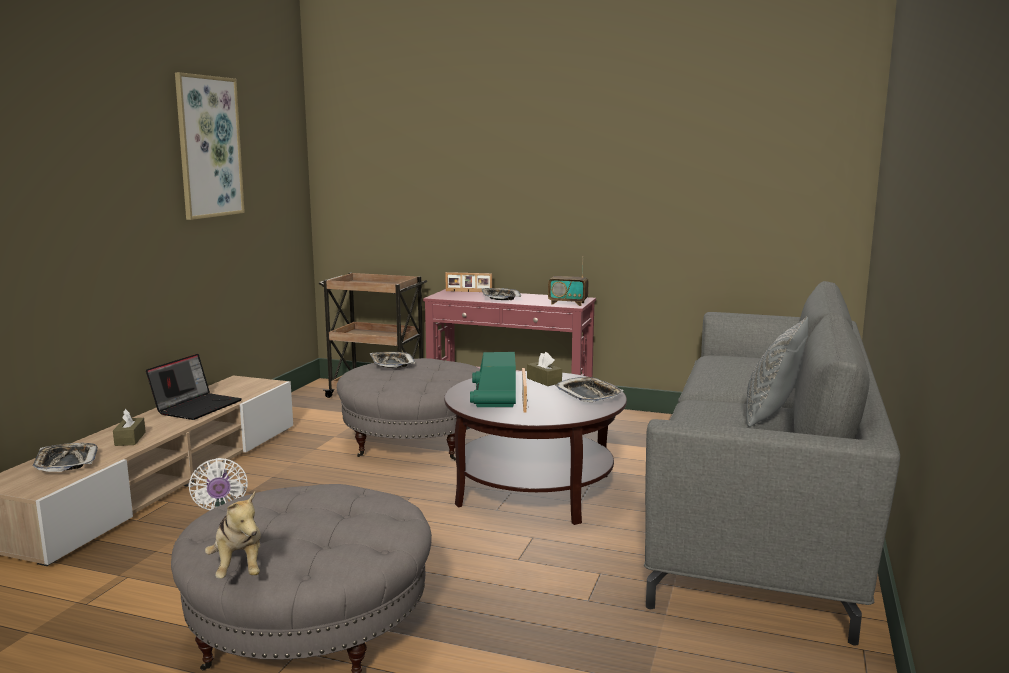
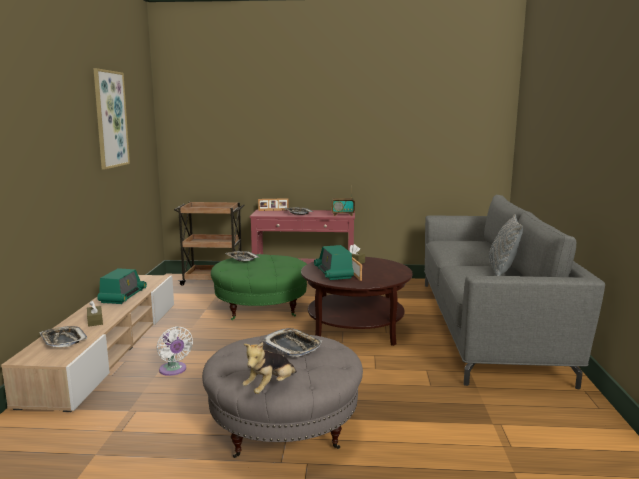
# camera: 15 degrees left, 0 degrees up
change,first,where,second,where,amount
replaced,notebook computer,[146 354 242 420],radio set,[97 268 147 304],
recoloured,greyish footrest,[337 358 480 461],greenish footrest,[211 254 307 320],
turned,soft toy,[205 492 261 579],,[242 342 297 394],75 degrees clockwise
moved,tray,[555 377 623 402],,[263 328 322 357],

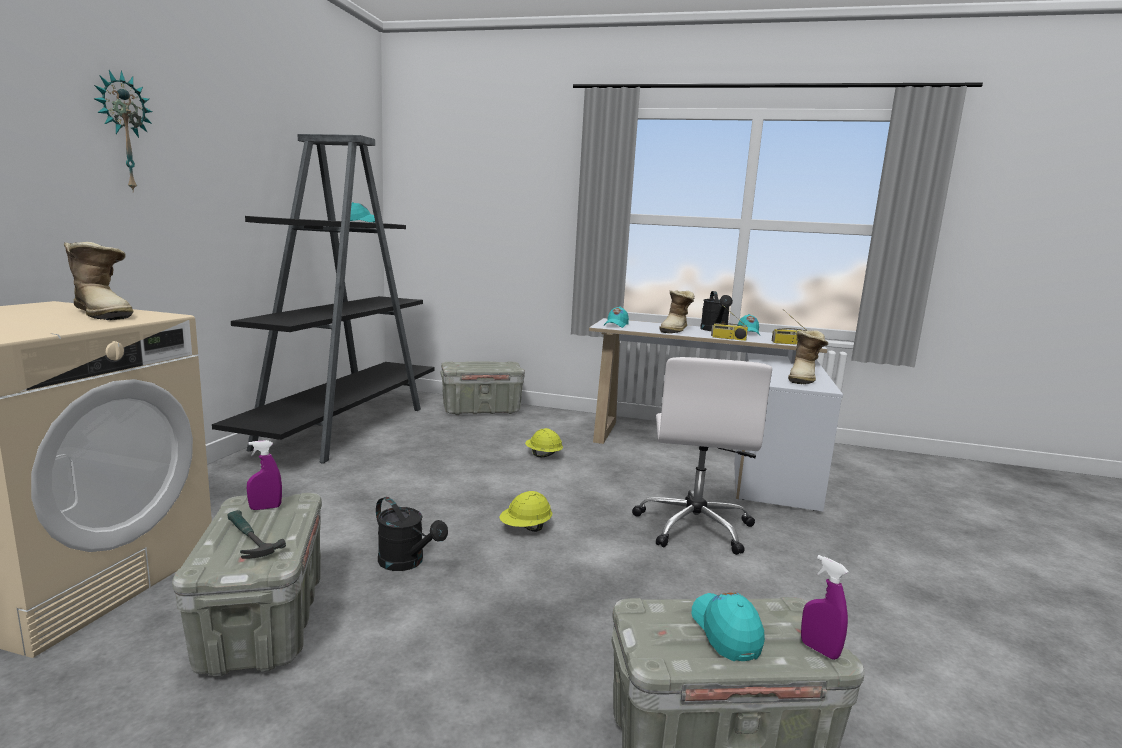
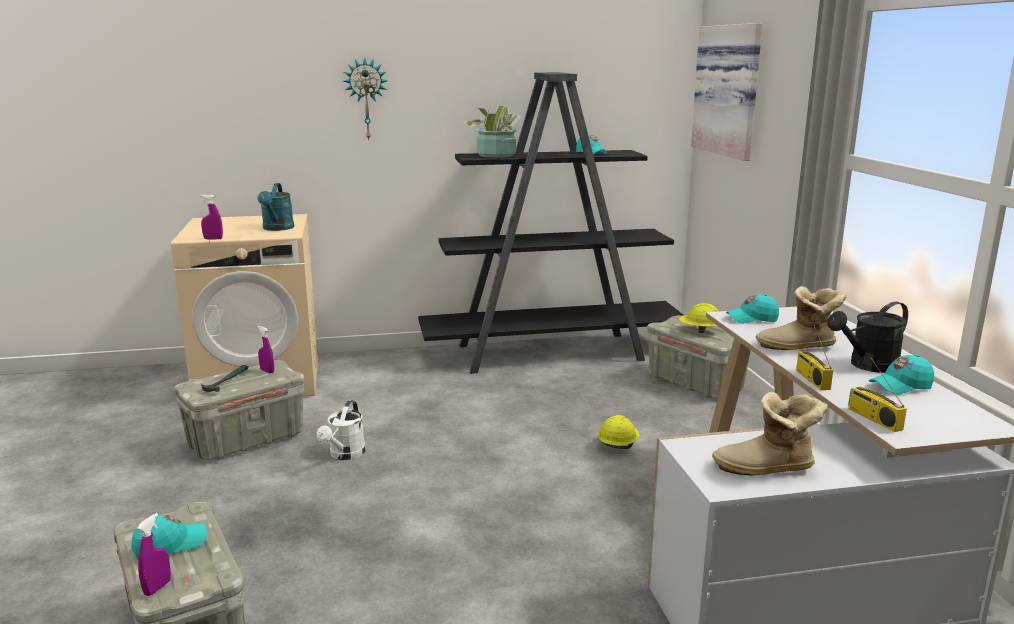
# camera: 65 degrees right, 5 degrees up
change,first,where,second,where,amount
added,,,purplish hand sprayer,[200 194 223 240],
replaced,high-top boot,[64 242 134 320],turquoise-coloured watering can,[258 183 294 231],
recoloured,black watering can,[376 497 448 571],white-coloured watering can,[317 400 365 460],
added,,,plant in a pot,[463 105 521 158],
moved,yellowish safety helmet,[499 491 552 532],,[679 303 719 333],
added,,,wall art,[691 23 763 161],
removed,white-coloured office chair,[632 357 772 555],,,

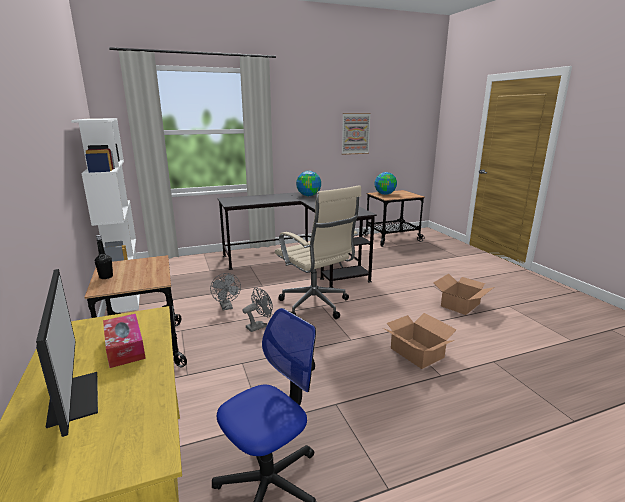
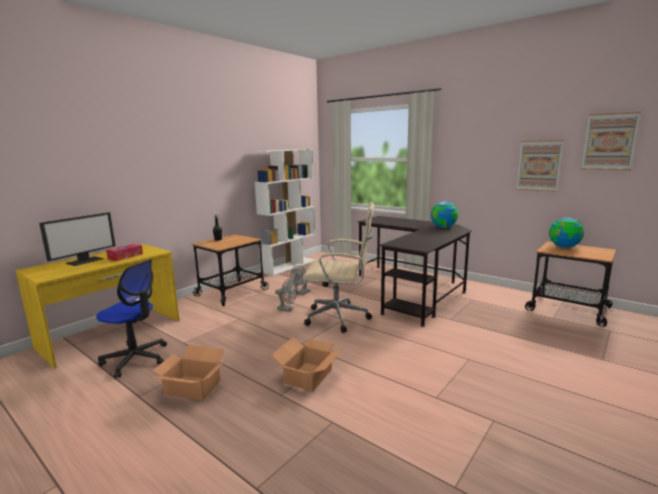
# camera: 60 degrees right, 5 degrees down
change,first,where,second,where,amount
moved,packing box,[433 274 494 315],,[150 345 226 401],
turned,beige-coloured office chair,[275 185 361 319],,[303 202 374 333],105 degrees counterclockwise
added,,,wall art,[581 112 641 170],

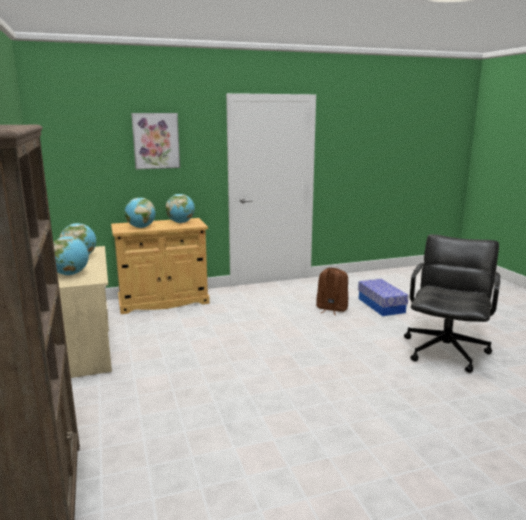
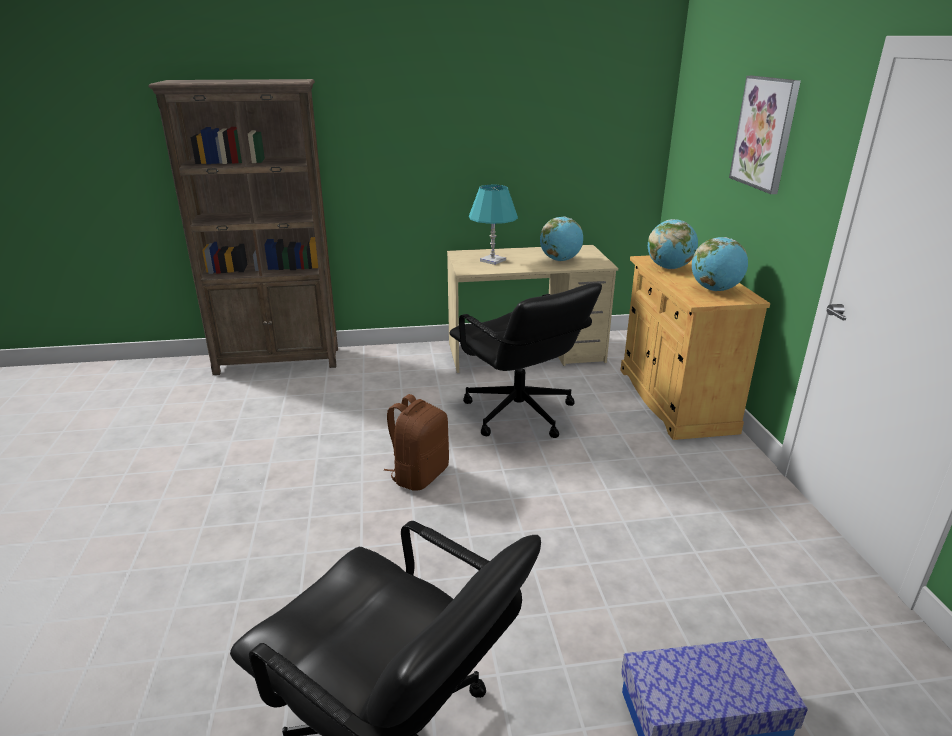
# camera: 100 degrees right, 10 degrees up
change,first,where,second,where,amount
moved,brownish backpack,[316 268 348 315],,[384 394 449 491],
added,,,black office chair,[449 283 602 438],
replaced,world globe,[53 236 89 276],turquoise-coloured tabletop lamp,[469 185 518 265],

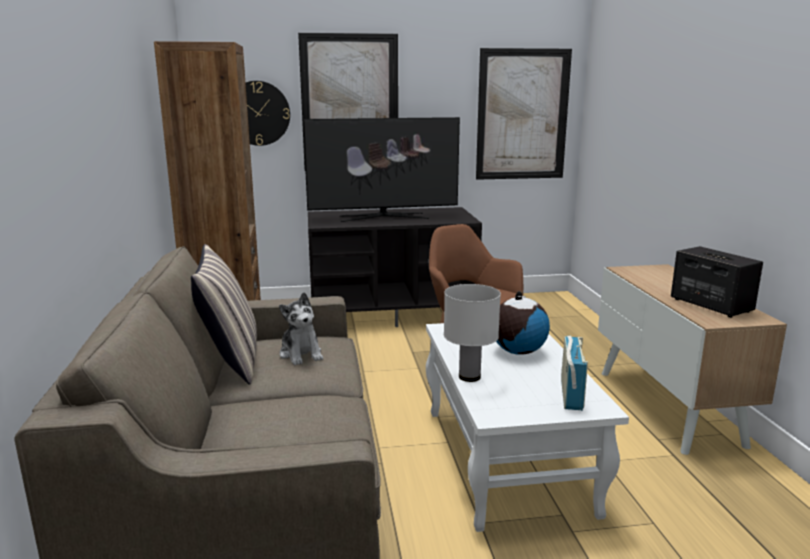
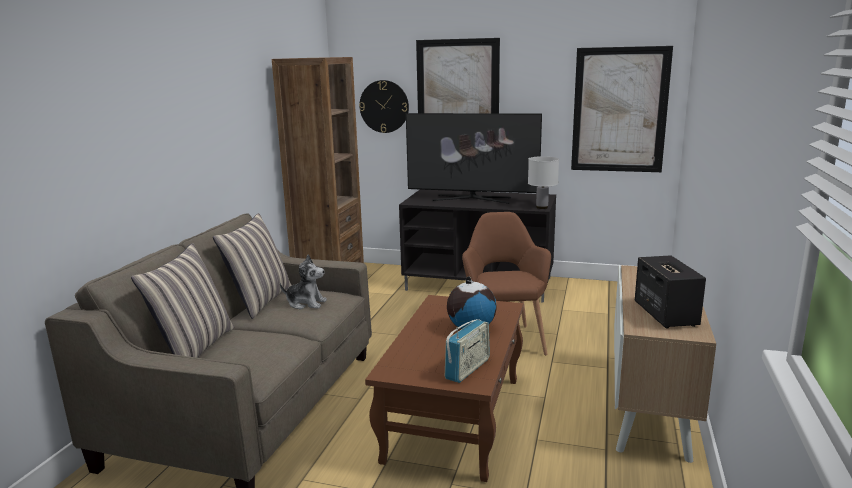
# camera: 25 degrees right, 0 degrees up
change,first,where,second,where,amount
added,,,cushion,[131 243 235 358],
turned,soft toy,[279 292 323 365],,[280 255 327 310],75 degrees counterclockwise
recoloured,white-coloured lounge table,[426 323 629 532],brownish lounge table,[365 295 523 482],
moved,white-coloured tabletop lamp,[444 284 501 382],,[528 156 559 209],

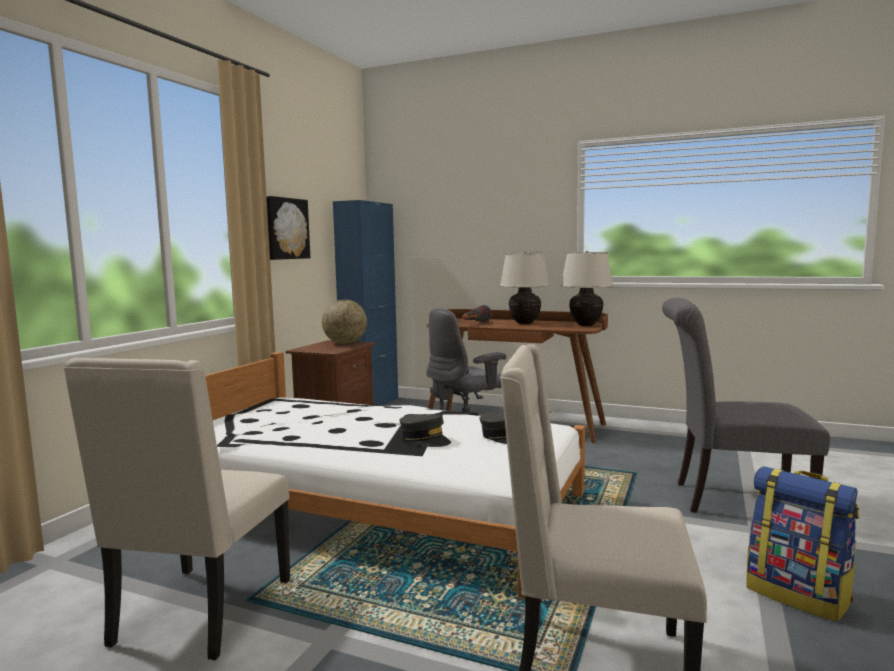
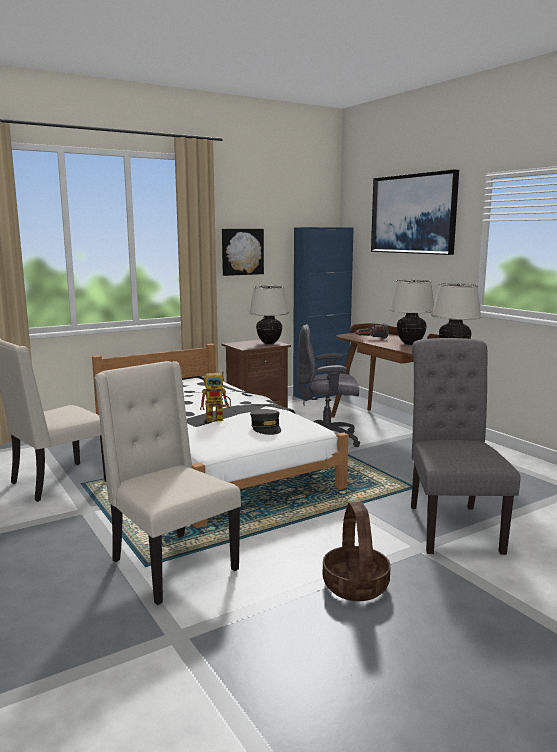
# camera: 35 degrees right, 5 degrees up
change,first,where,second,where,amount
replaced,greyish cap,[400 414 451 447],model robot,[200 371 231 422],
replaced,world globe,[322 299 367 344],beige-coloured tabletop lamp,[249 286 289 344],
replaced,backpack,[746 466 859 622],household basket,[323 502 391 601],
added,,,wall art,[371 169 459 255],
turned,greyish upright chair,[662 298 830 512],,[411 338 520 555],45 degrees clockwise

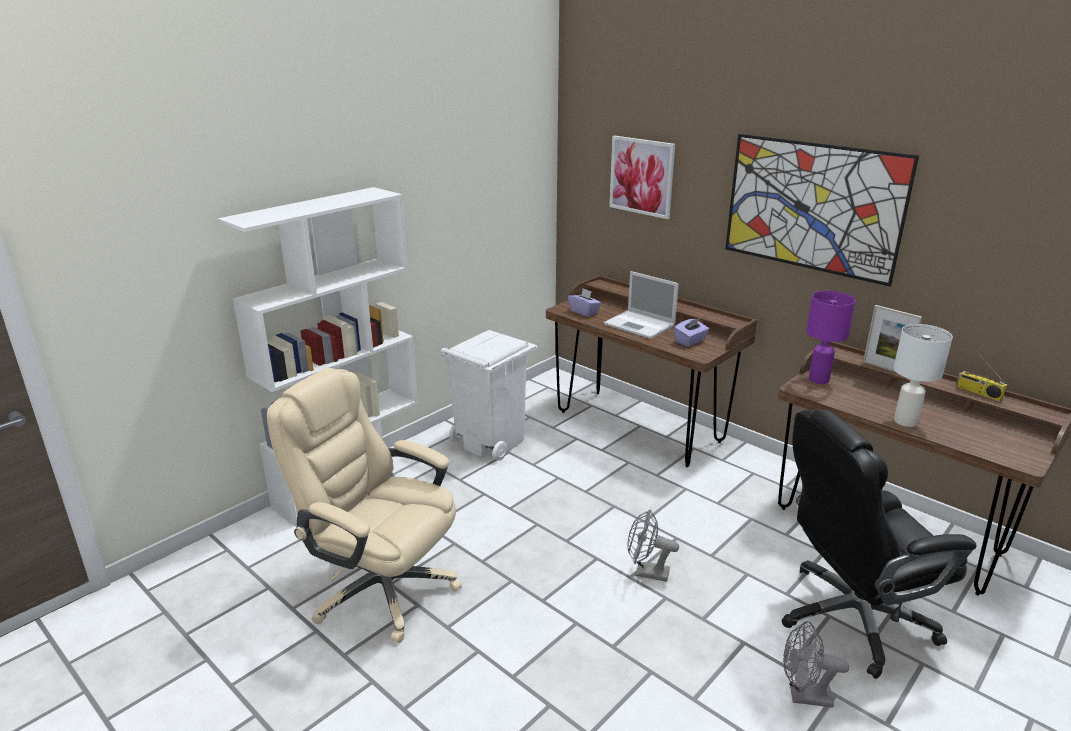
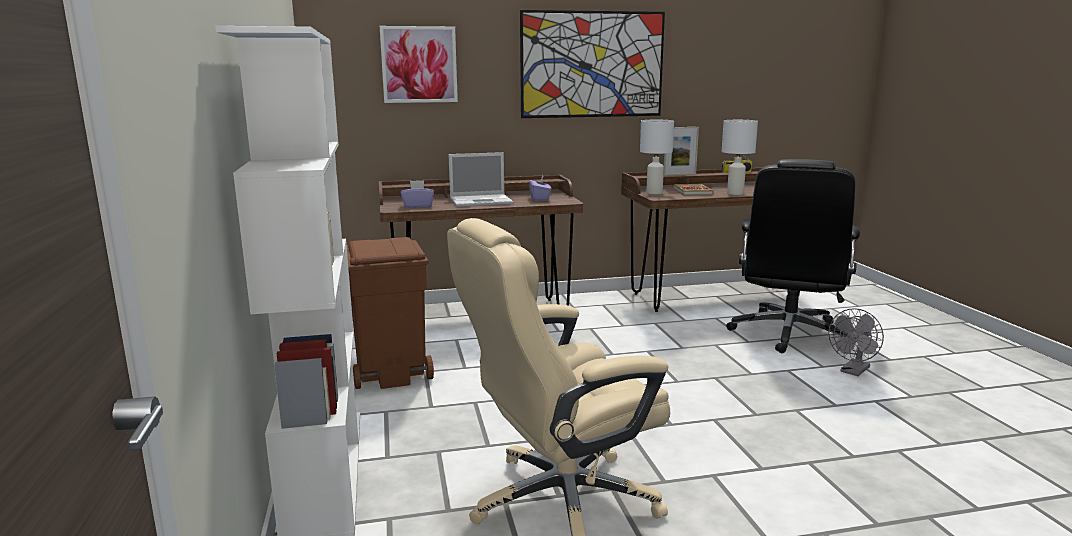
# camera: 55 degrees left, 10 degrees down
change,first,where,second,where,amount
recoloured,white-coloured trash can,[441 330 537 461],brownish trash can,[347 237 434 389],
recoloured,purplish tabletop lamp,[806 291 856 384],white-coloured tabletop lamp,[640 120 674 194],
added,,,book,[674 184 714 196],
removed,greyish cooling fan,[627 509 679 582],,,

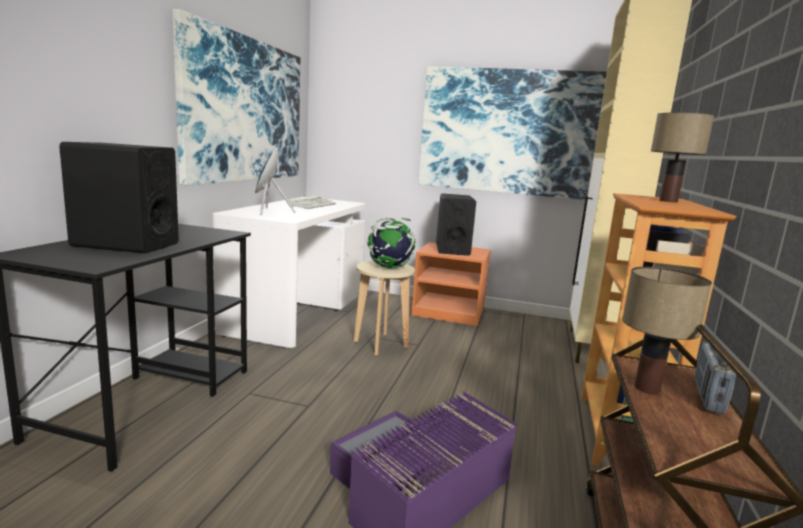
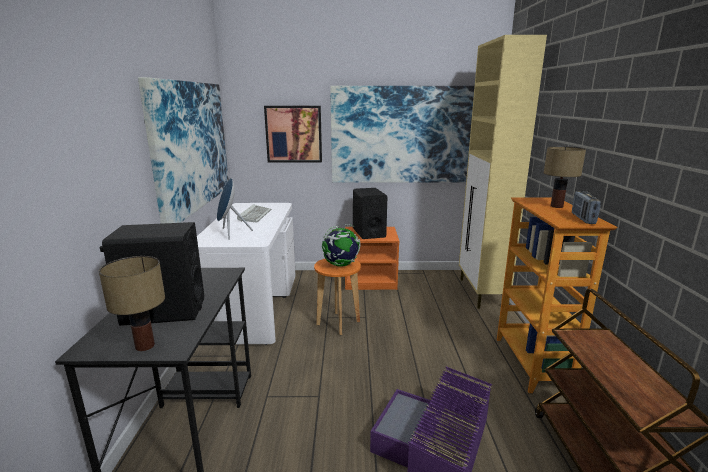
# camera: 15 degrees left, 5 degrees up
change,first,where,second,where,amount
moved,tabletop lamp,[622 267 712 394],,[99 256 165 351],
added,,,wall art,[264 106 322 162],
recoloured,beige-coloured stool,[354 261 415 356],orangey stool,[314 259 361 335],
moved,radio set,[695 342 736 414],,[572 191 601 224],

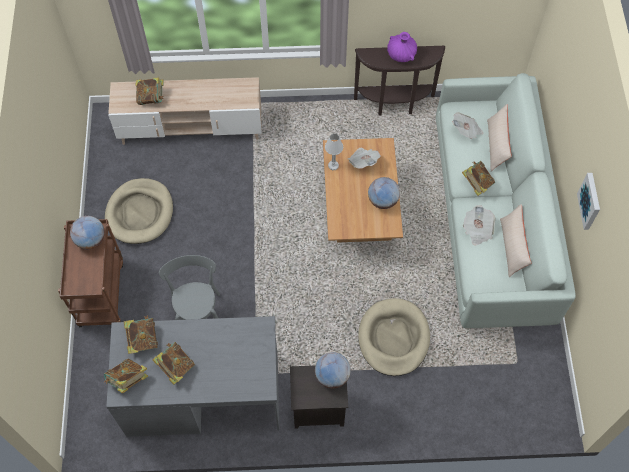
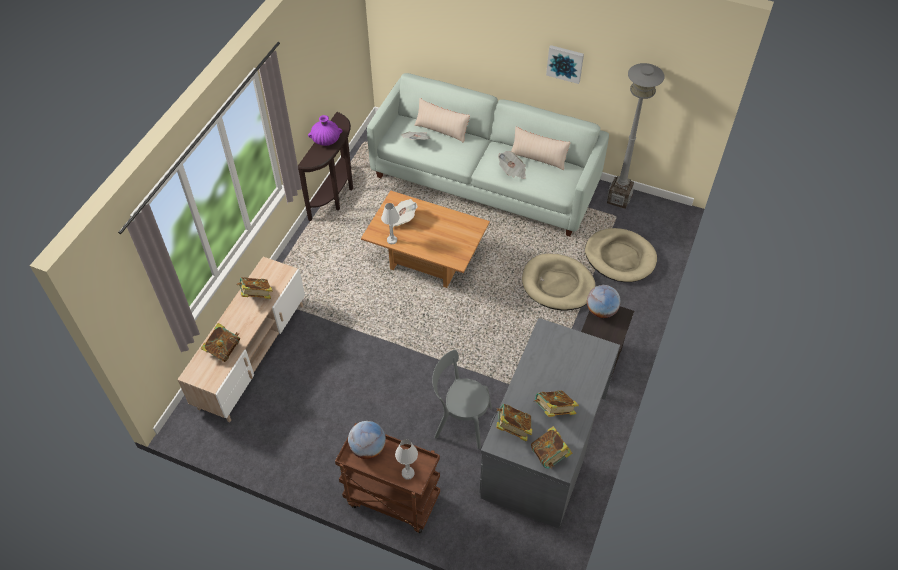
# camera: 65 degrees left, 10 degrees down
change,first,where,second,where,amount
moved,book,[462 161 495 196],,[237 277 273 299],
added,,,white-coloured tabletop lamp,[395 439 418 480],
moved,beige-coloured pet bed,[105 178 173 244],,[585 228 657 282],
added,,,greyish standing lamp,[607 63 665 209],
removed,world globe,[368 177 400 209],,,

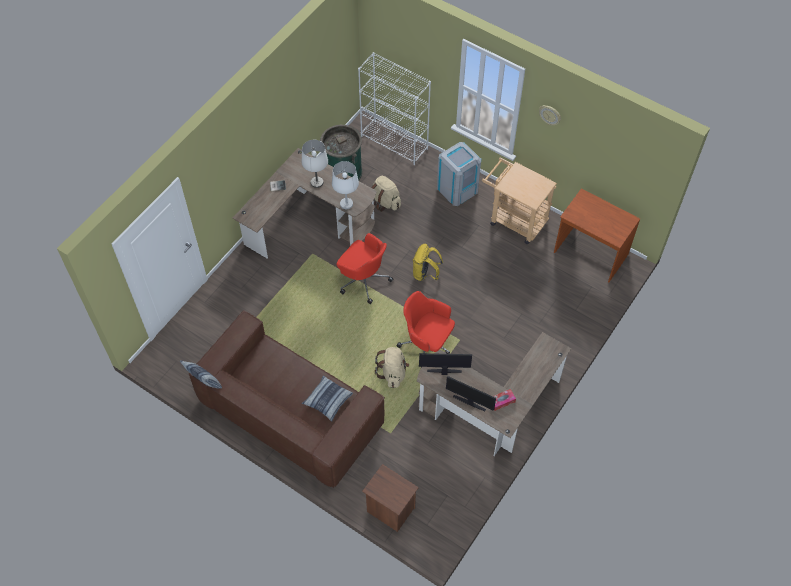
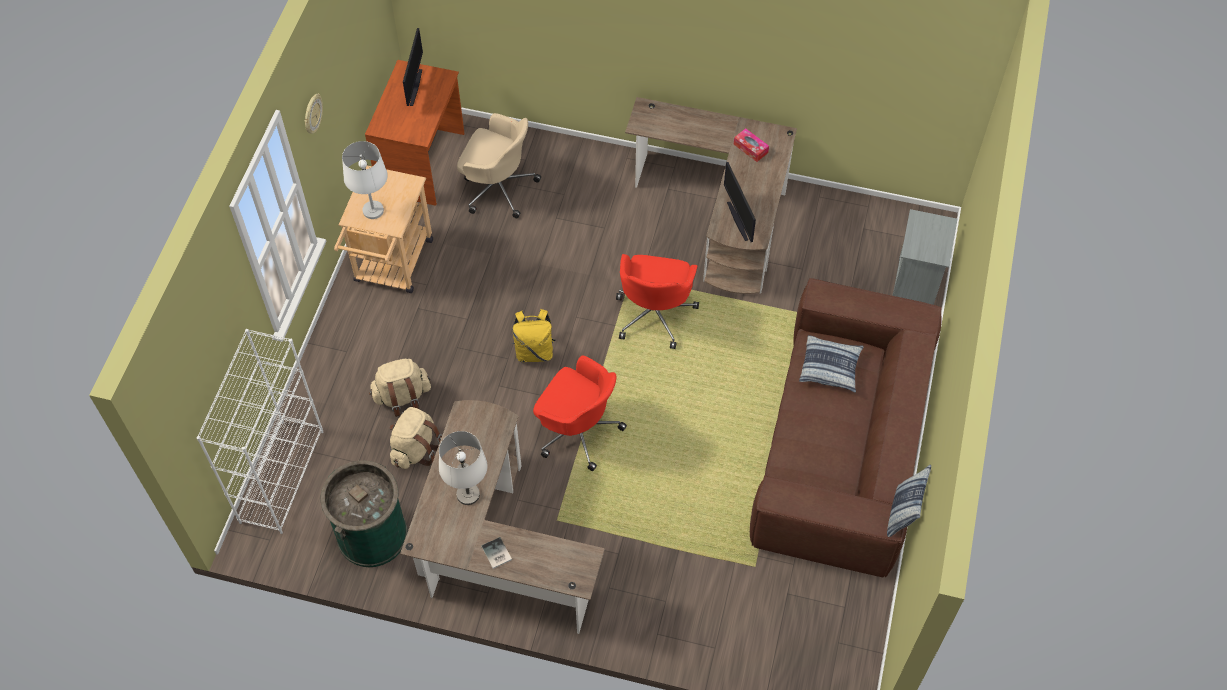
# camera: 110 degrees left, 0 degrees up
change,first,where,second,where,amount
moved,white-coloured tabletop lamp,[332 161 359 209],,[342 141 388 219],
moved,beige-coloured backpack,[375 347 409 388],,[369 359 431 417],
moved,monitor,[446 376 496 411],,[403 28 423 106],
added,,,beige-coloured office chair,[457 113 541 218],
turned,red office chair,[336 233 393 304],,[533 355 627 471],105 degrees clockwise
recoloured,brownish bedside table,[362 464 419 532],greyish bedside table,[892 209 957 305],
removed,greyish trash can,[437 142 481 206],,,

